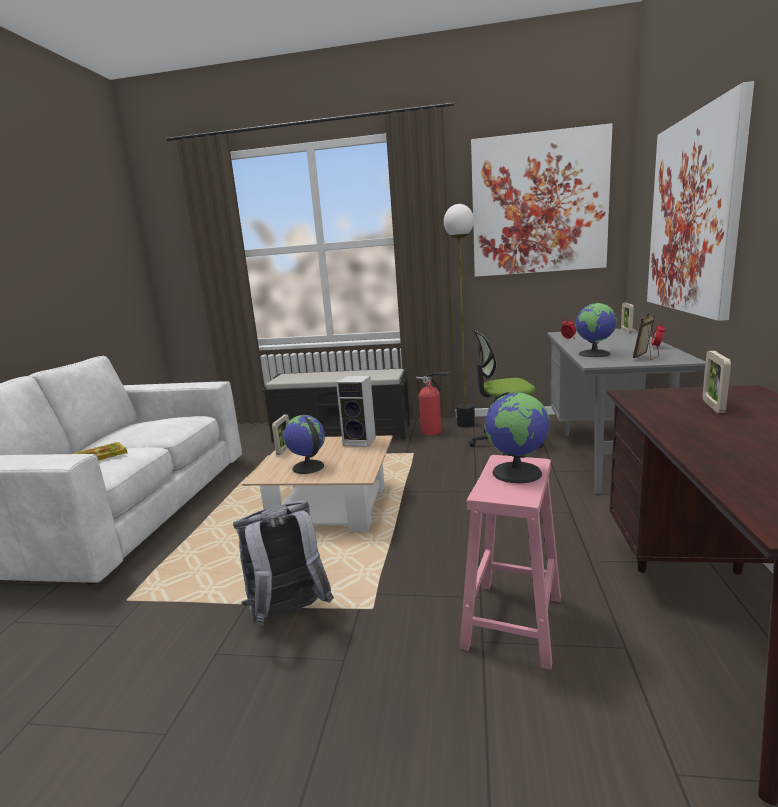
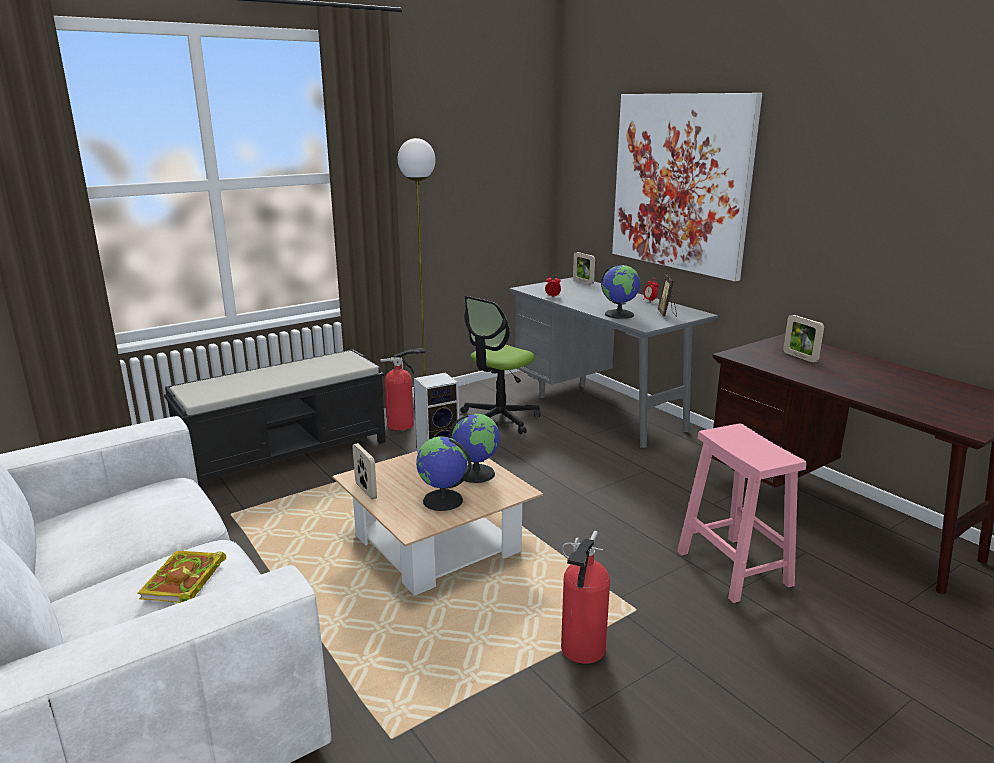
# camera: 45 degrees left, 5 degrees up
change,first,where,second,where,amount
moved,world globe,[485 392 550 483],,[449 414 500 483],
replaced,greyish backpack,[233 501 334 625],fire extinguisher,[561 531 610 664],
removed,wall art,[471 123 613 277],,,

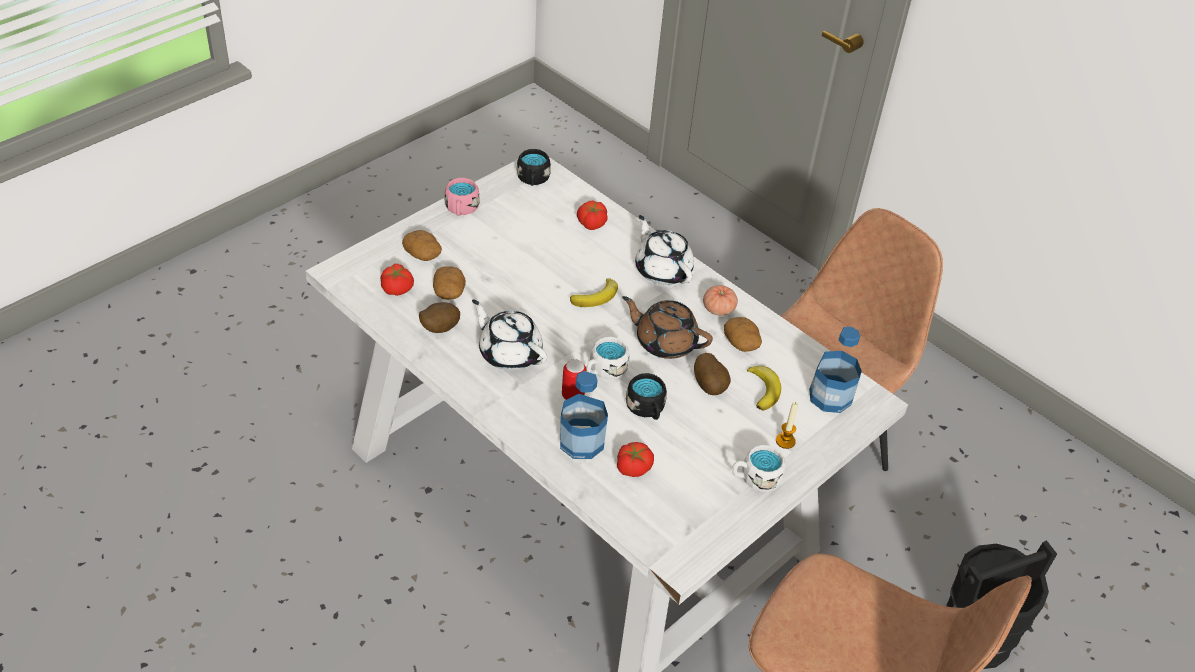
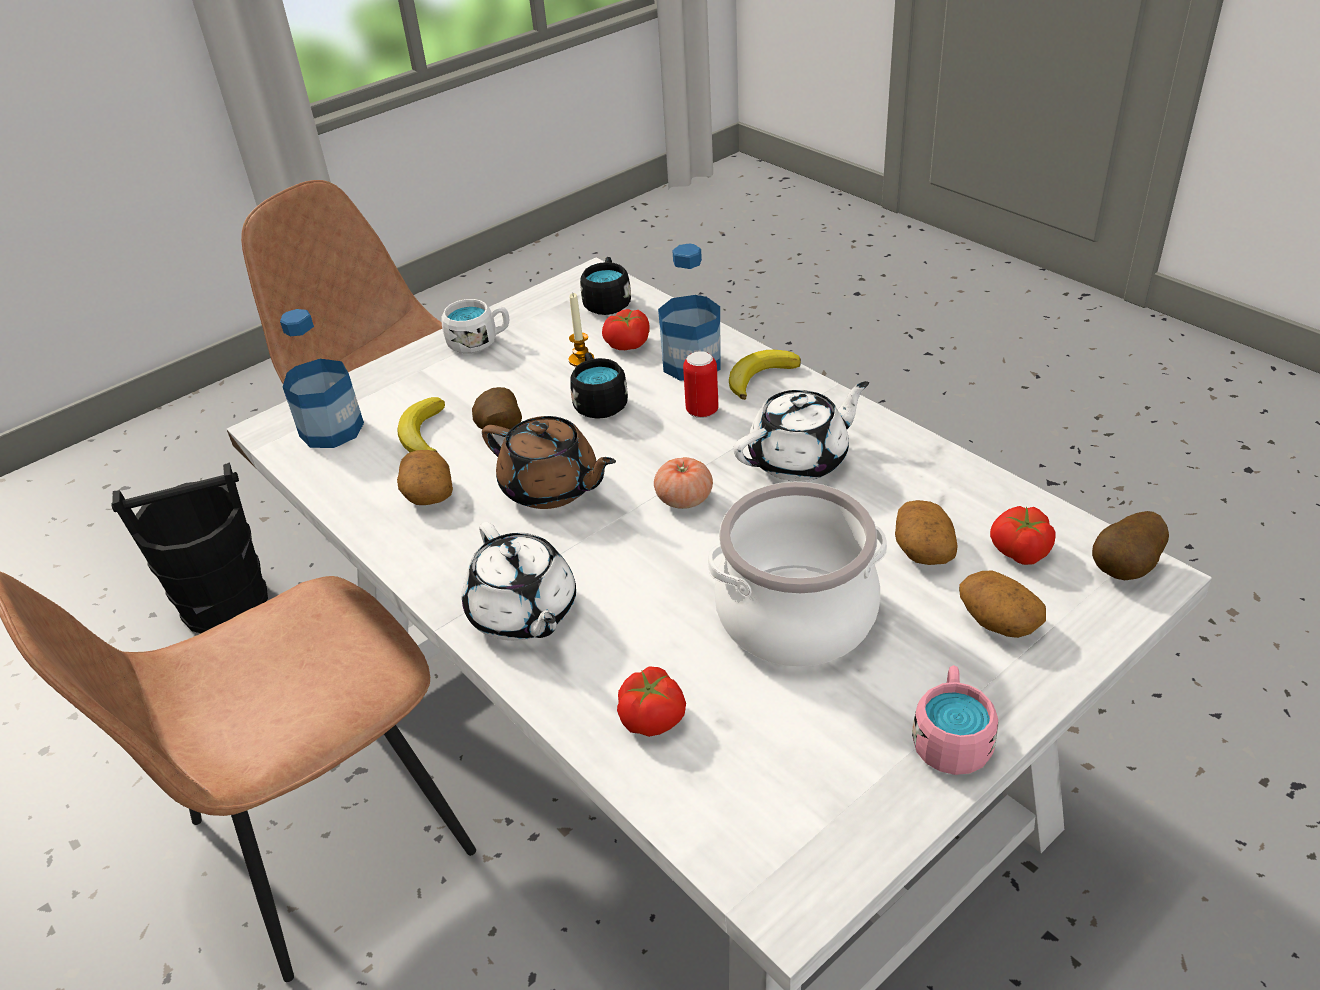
# camera: 170 degrees left, 5 degrees down
change,first,where,second,where,amount
moved,wax light,[776 402 798 449],,[569 293 594 367],
moved,black tea mug,[517 149 551 186],,[580 257 631 315],
moved,tomato,[703 285 738 316],,[654 457 713 509],
added,,,cooking pot,[708 482 887 667],
moved,banana fruit,[570 278 618 307],,[729 350 801 400],
turned,white-coloured teapot,[472 299 547 370],,[733 381 869 482],75 degrees counterclockwise
moved,potato,[419 302 460 333],,[1092 511 1169 580],
removed,white-coloured tea mug,[586 337 630 380],,,

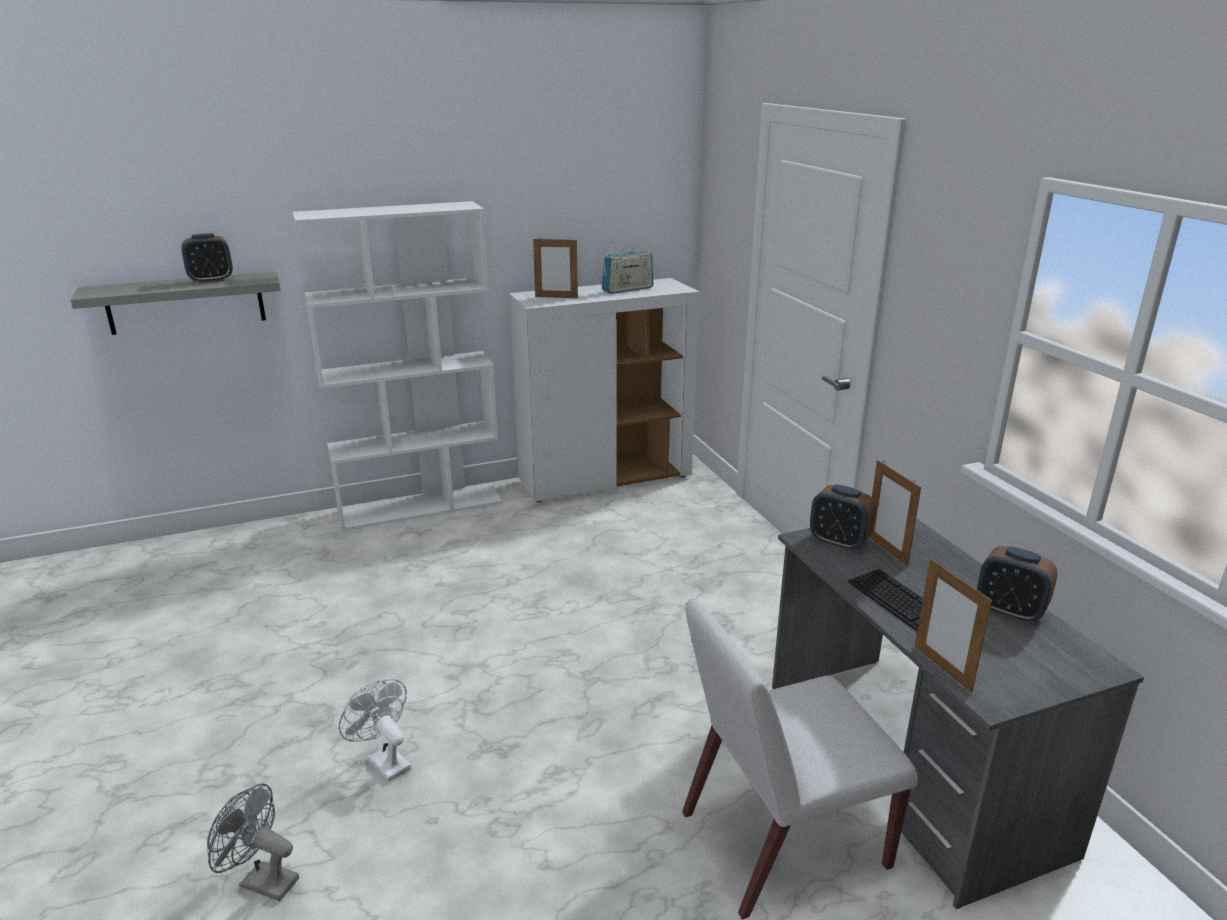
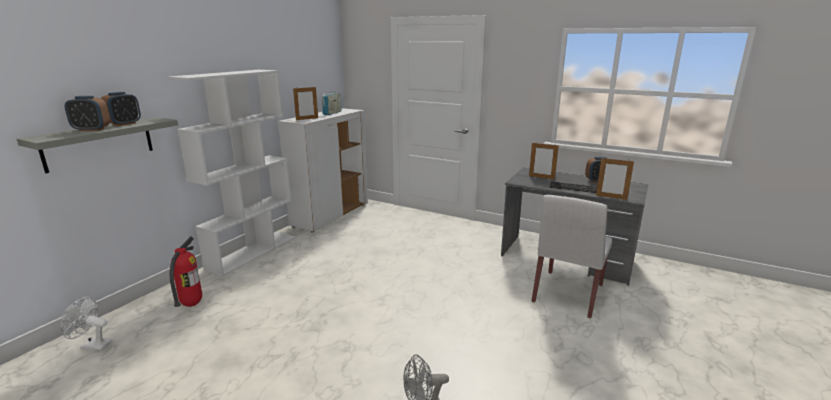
# camera: 40 degrees left, 5 degrees down
change,first,where,second,where,amount
moved,white-coloured cooling fan,[339 679 411 782],,[61 297 112 350],
moved,table clock,[810 484 876 551],,[65 96 110 131],
added,,,fire extinguisher,[169 236 202 307],

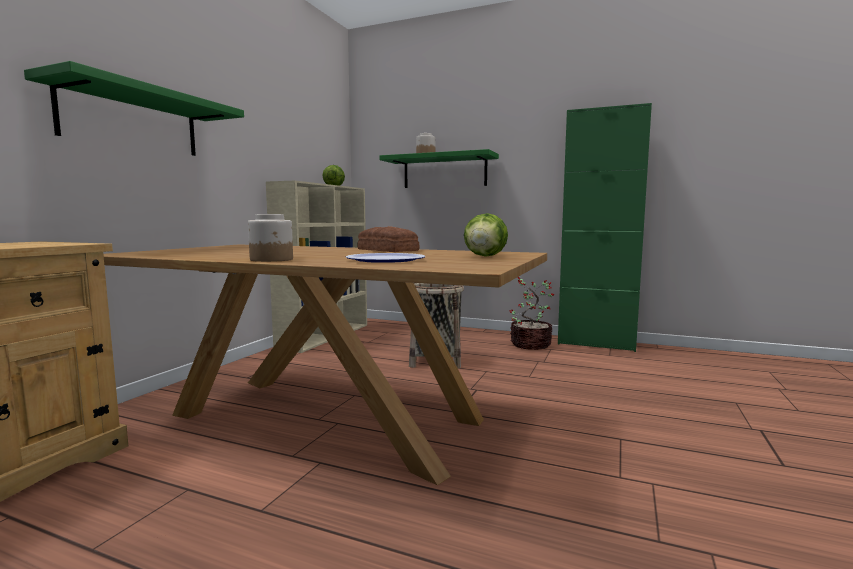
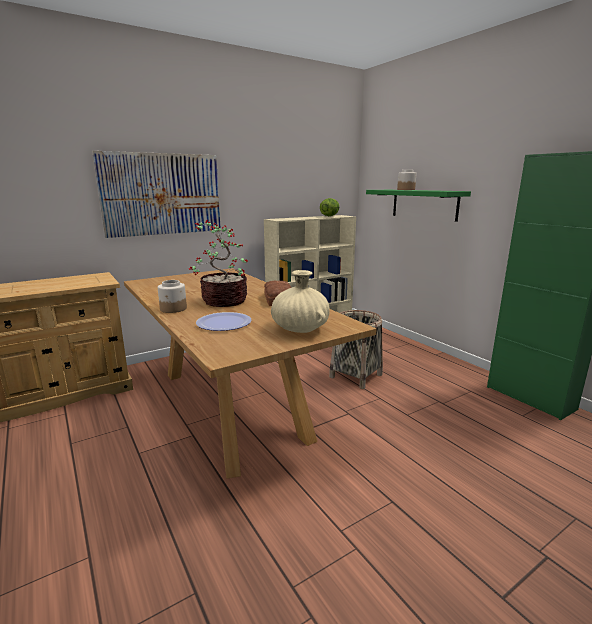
# camera: 35 degrees right, 10 degrees up
change,first,where,second,where,amount
replaced,greenish wall shelf,[24 61 244 156],wall art,[92 151 220 238],
moved,plant in a pot,[510 277 554 350],,[189 220 248 307],
replaced,lettuce,[464 213 508 257],beige-coloured decorative vase,[271 270 330 333],

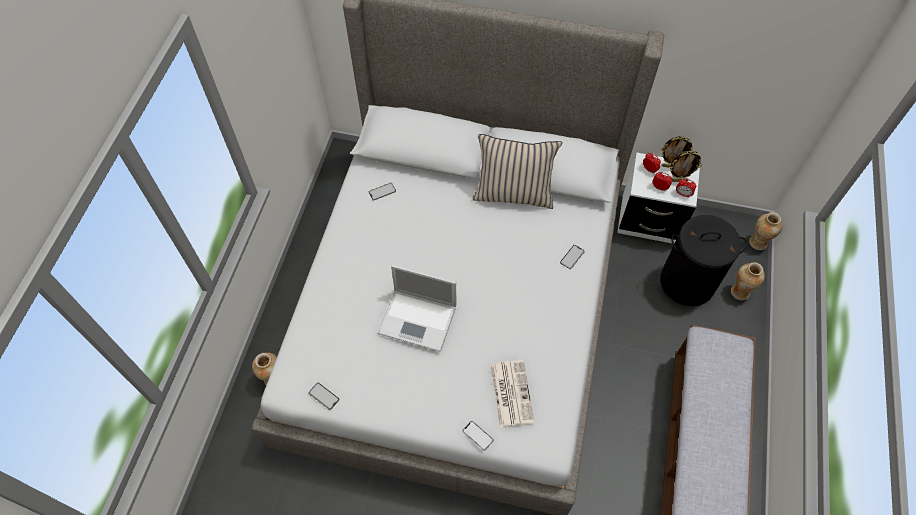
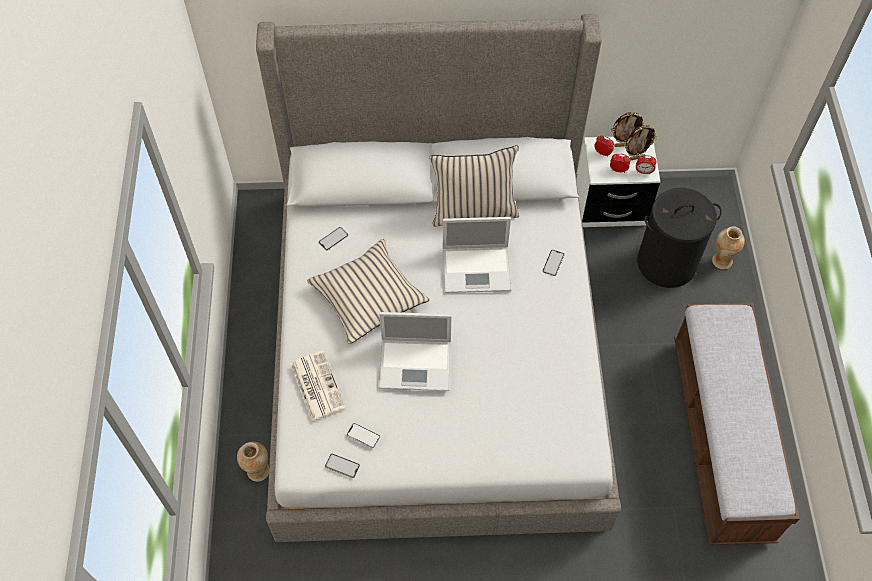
# camera: 15 degrees left, 0 degrees up
change,first,where,second,where,amount
moved,newspaper,[490 360 535 427],,[291 351 346 421],
added,,,beige-coloured cushion,[307 239 430 344],
moved,telephone,[462 421 494 450],,[347 423 380 448],
added,,,notebook computer,[443 217 511 293],
removed,decorative vase,[749 212 782 250],,,

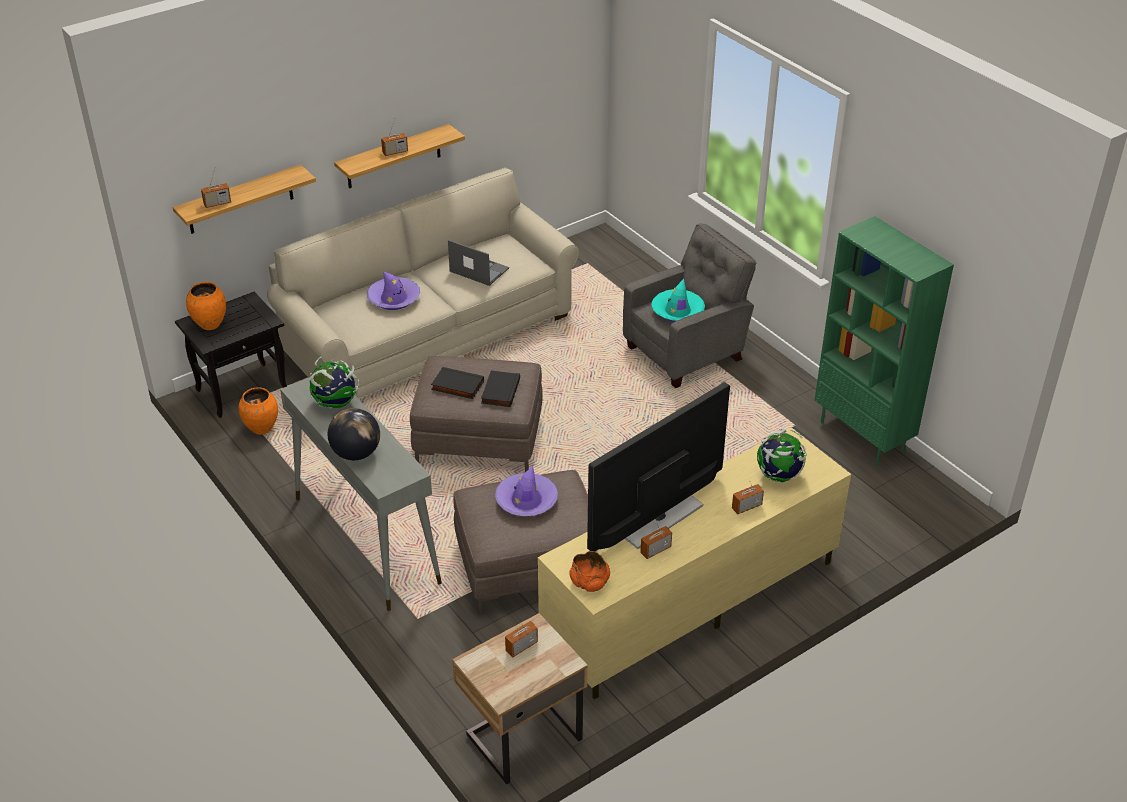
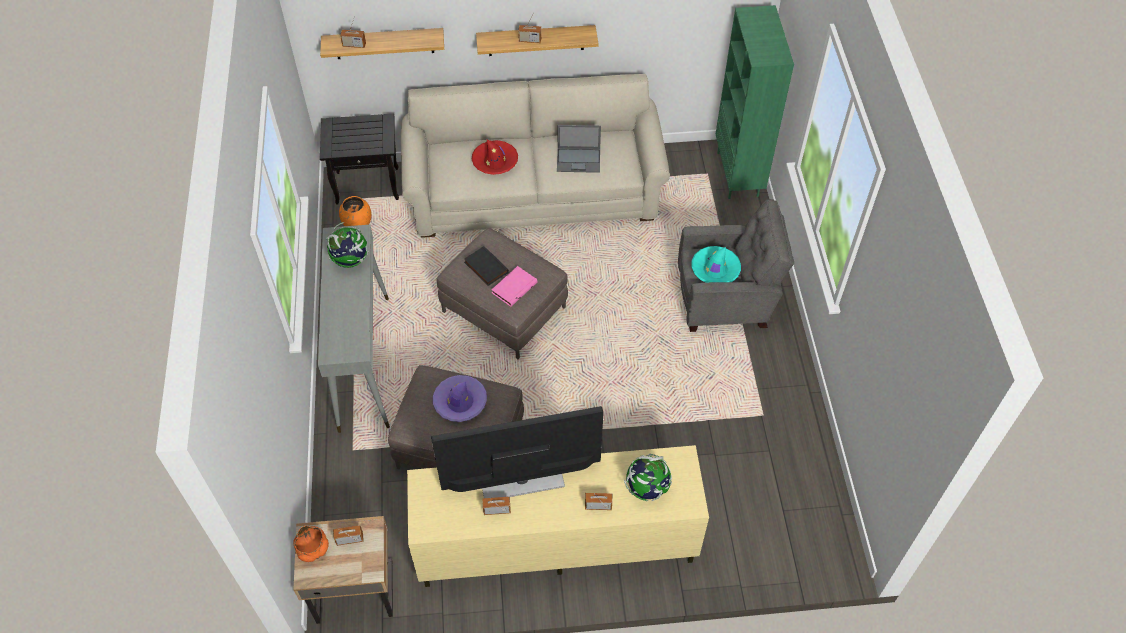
# camera: 30 degrees right, 15 degrees up
change,first,where,second,where,amount
moved,orangey deep dish,[569 551 610 592],,[293 525 329 562],
recoloured,purplish clothing hat,[367 271 420 310],red clothing hat,[472 140 518 175],
recoloured,black book,[481 370 520 407],pink-coloured book,[491 266 537 307],
turned,notebook computer,[448 240 509 286],,[557 125 601 173],120 degrees clockwise
moved,greenish shelving unit,[815 216 954 465],,[716 5 794 199],
removed,orangey decorative vase,[186 282 226 330],,,
removed,world globe,[328 408 380 460],,,

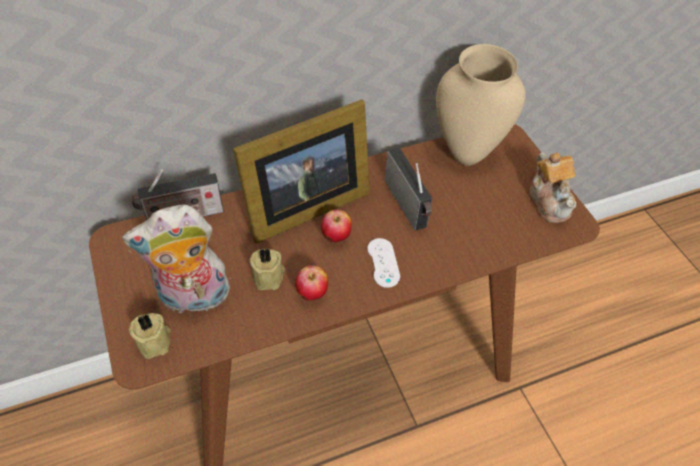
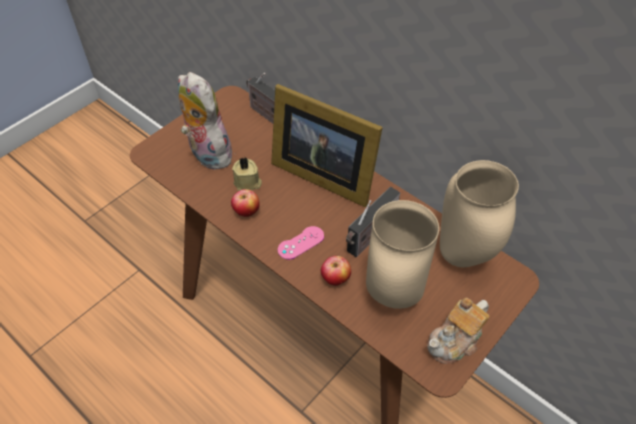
# camera: 65 degrees right, 0 degrees up
change,first,where,second,where,amount
recoloured,white-coloured game controller,[367 238 400 288],pink-coloured game controller,[278 226 324 260],
moved,apple,[321 210 352 242],,[321 256 351 286],
added,,,beige-coloured decorative vase,[366 200 439 309],
removed,beige-coloured wax light,[129 313 171 359],,,

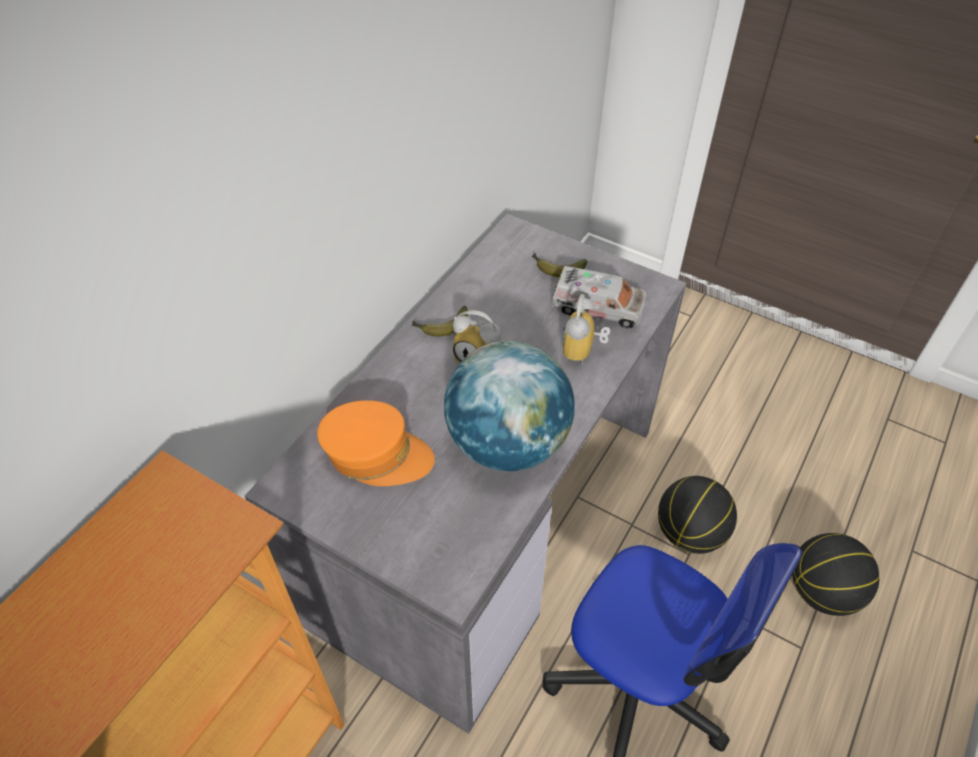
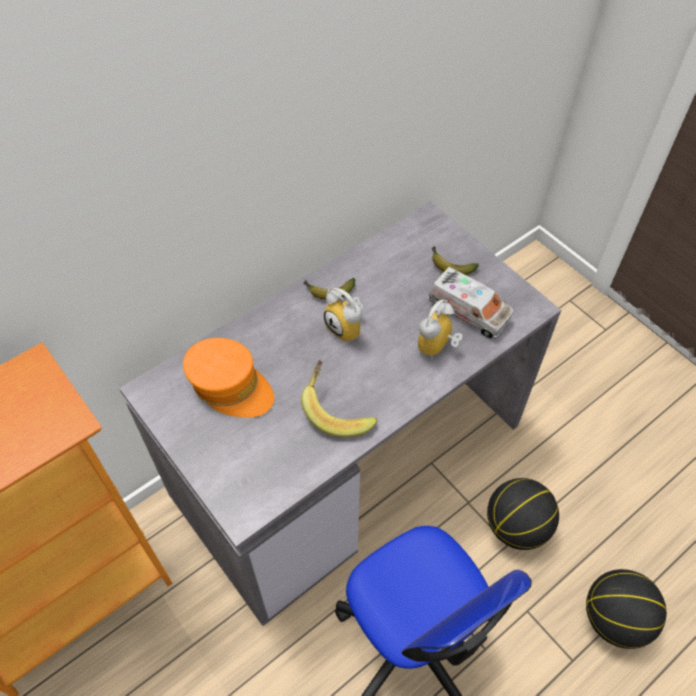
# camera: 20 degrees right, 5 degrees up
change,first,where,second,where,amount
replaced,world globe,[444 341 575 471],banana fruit,[301 360 377 437],

